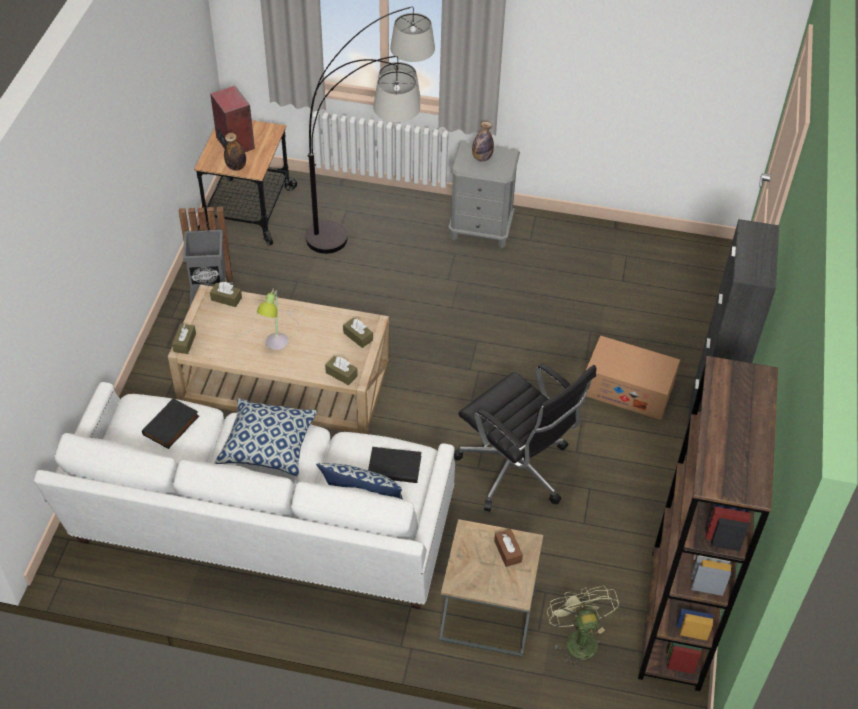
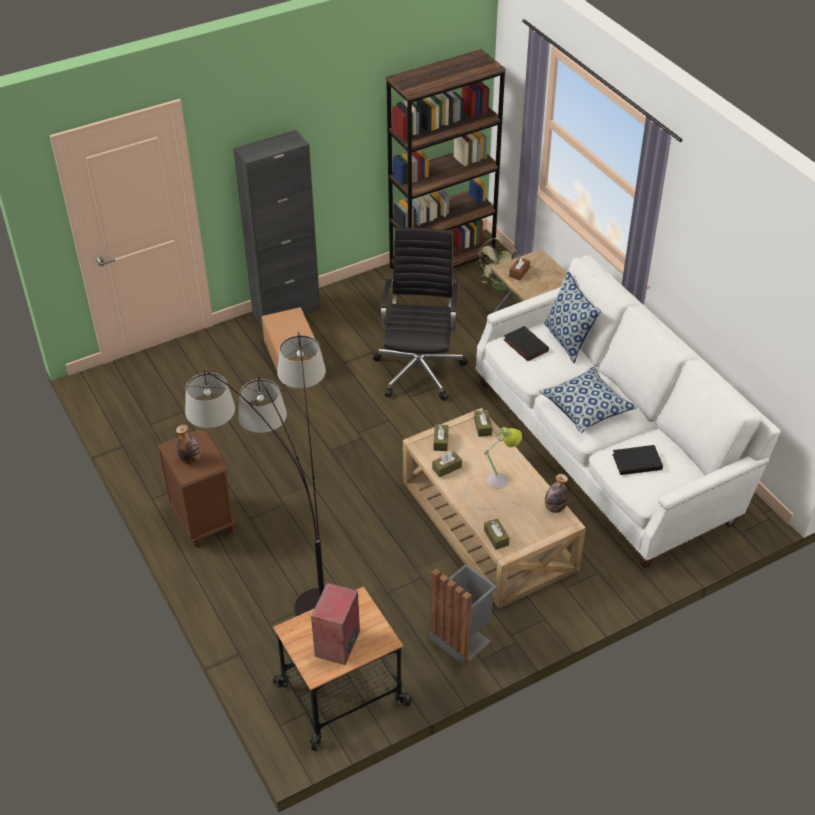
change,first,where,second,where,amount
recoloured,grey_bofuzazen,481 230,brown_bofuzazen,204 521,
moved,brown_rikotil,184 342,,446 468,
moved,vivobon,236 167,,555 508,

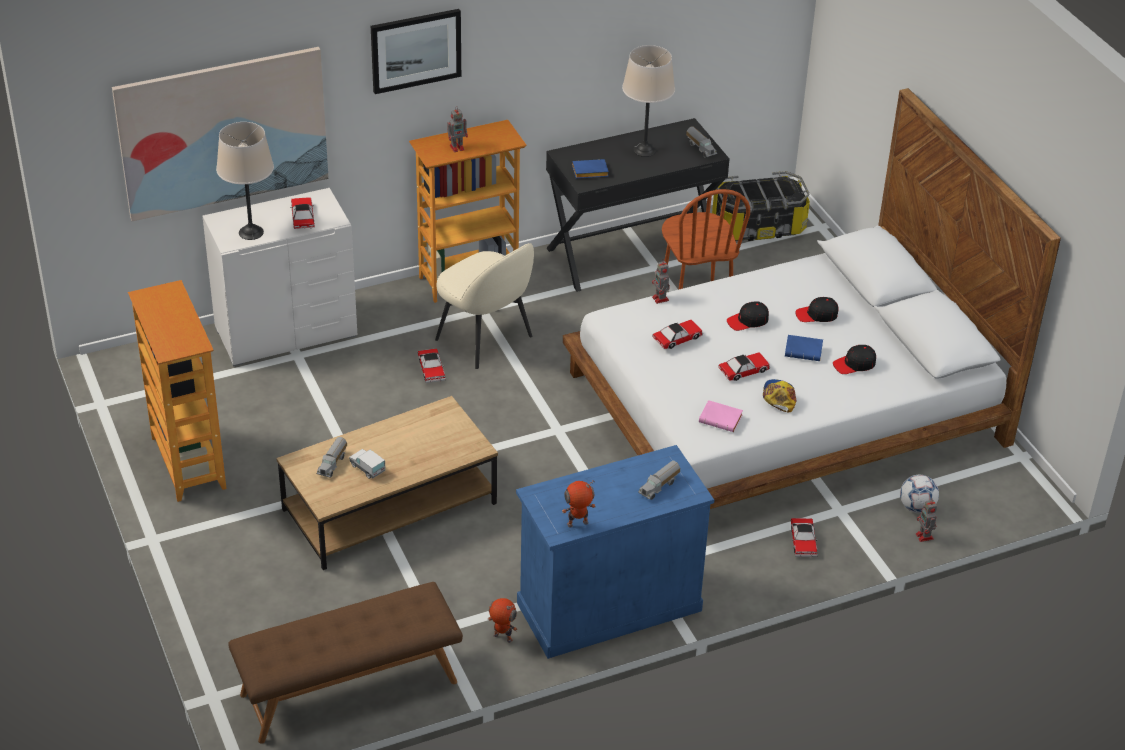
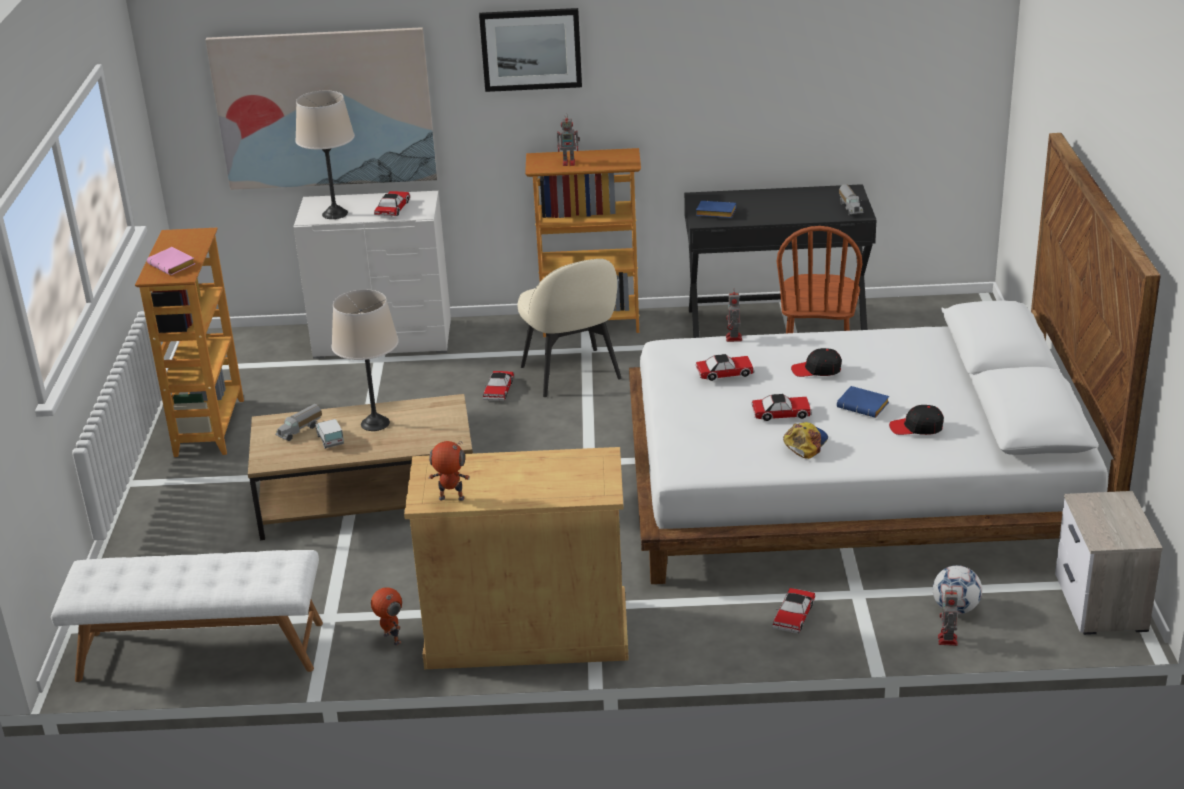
change,first,where,second,where,amount
recoloured,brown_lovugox,349 689,white_lovugox,200 652,
moved,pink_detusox,722 419,,173 265,
moved,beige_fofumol,644 150,,375 423,
recoloured,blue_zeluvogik,609 606,beige_zeluvogik,527 633,
added,,,bofuzazen,1100 604,
removed,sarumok,659 487,,,
removed,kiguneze,758 226,,,
removed,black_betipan,817 315,,,

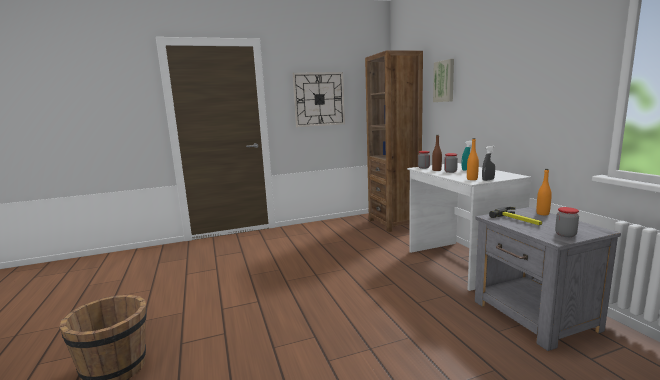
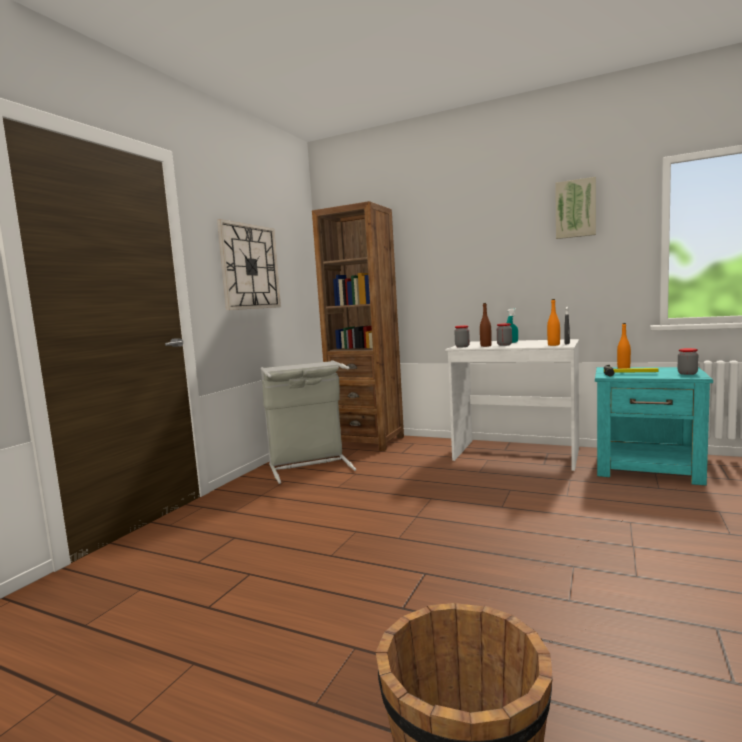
change,first,where,second,where,amount
added,,,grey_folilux,309 465,
moved,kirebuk,444 81,,575 209,
recoloured,grey_bofuzazen,534 316,turquoise_bofuzazen,648 469,

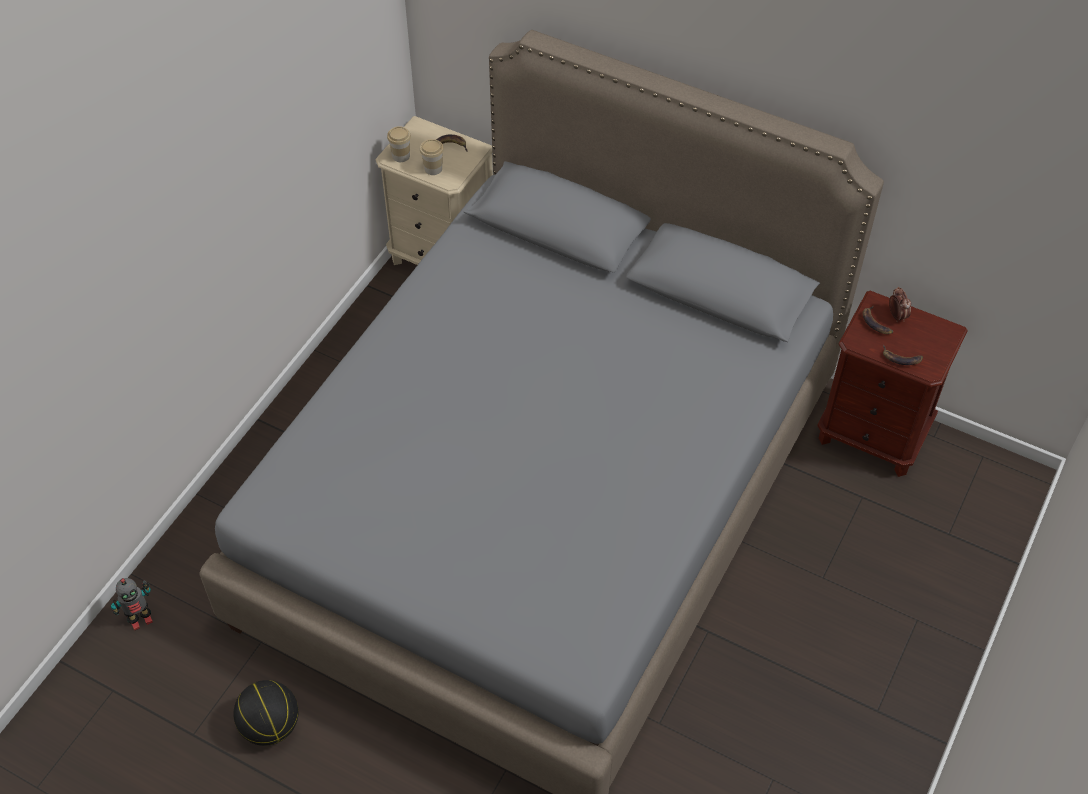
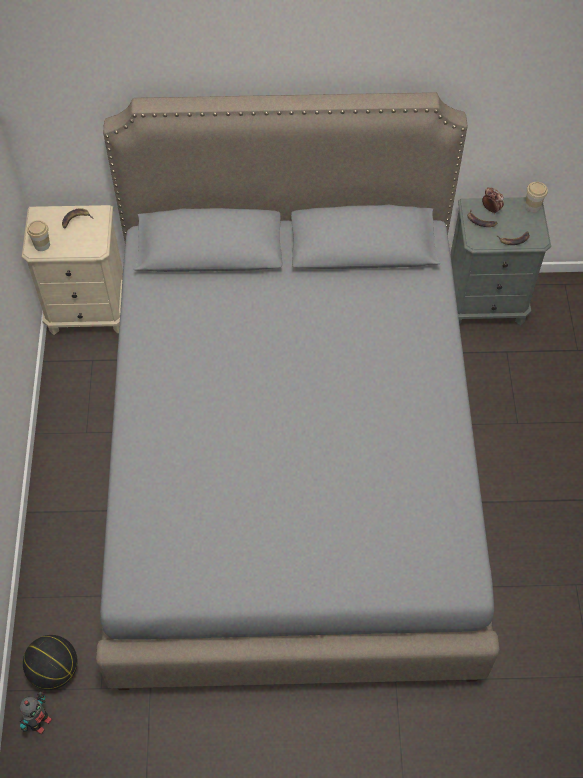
change,first,where,second,where,amount
moved,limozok,271 725,,55 670,
recoloured,brown_bofuzazen,872 435,grey_bofuzazen,485 303,
moved,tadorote,433 169,,532 206,

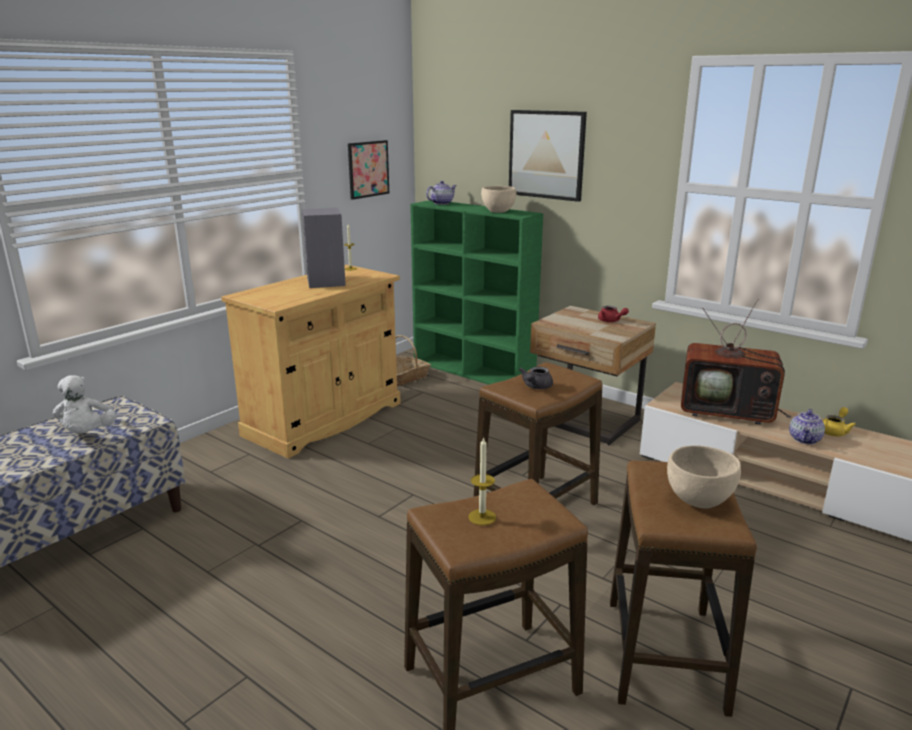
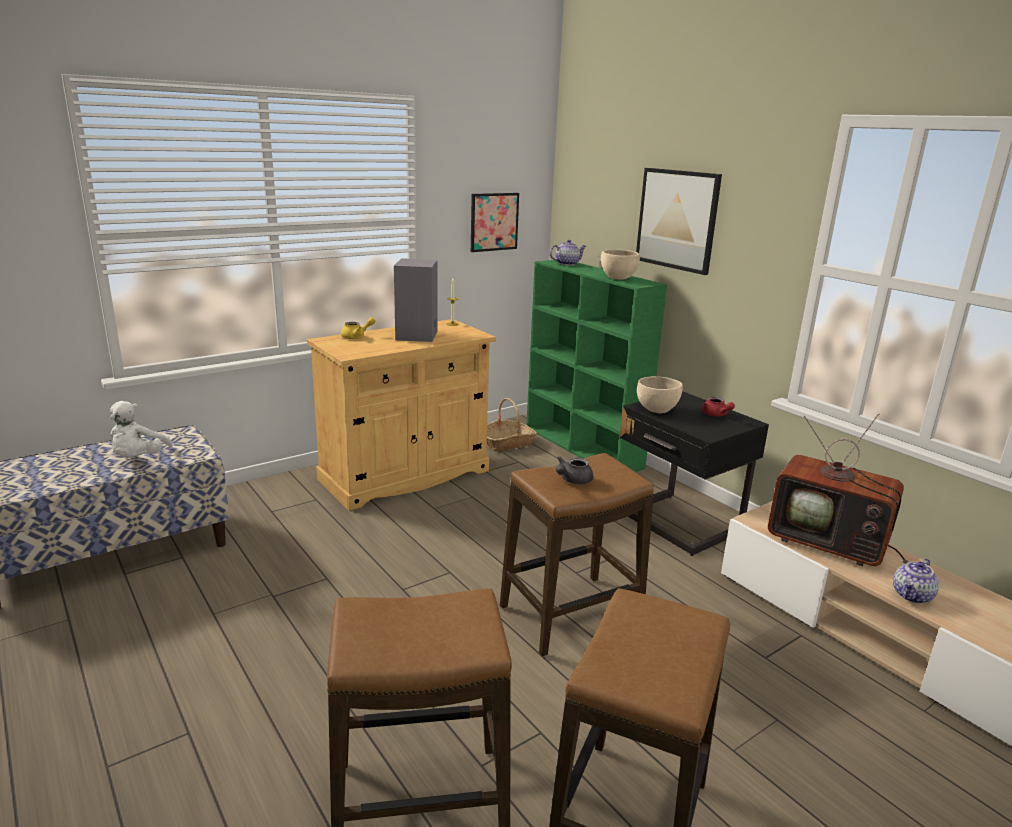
change,first,where,second,where,amount
moved,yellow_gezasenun,834 431,,356 337,
recoloured,beige_bofuzazen,586 423,black_bofuzazen,678 525,
moved,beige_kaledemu,699 500,,657 410,
removed,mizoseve,482 517,,,

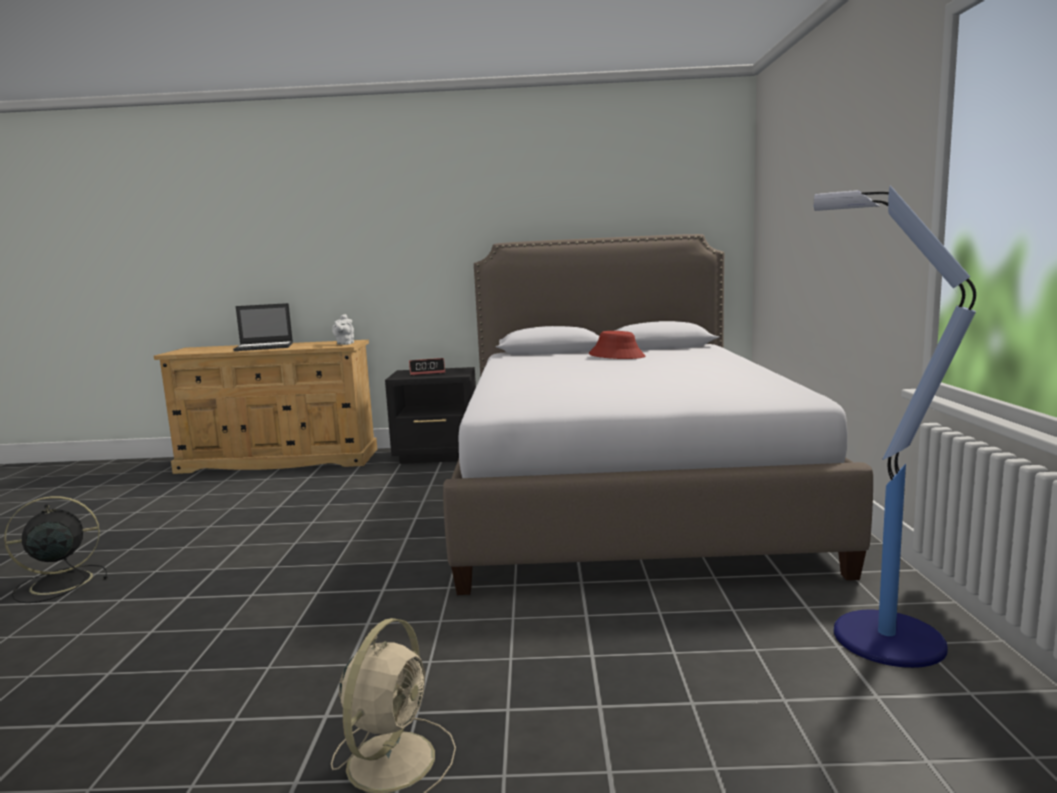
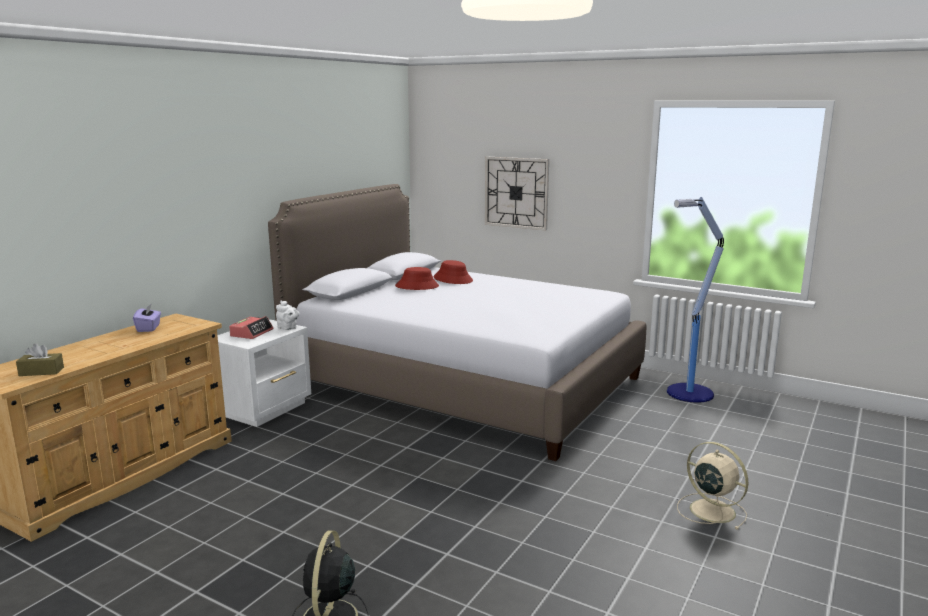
change,first,where,second,where,amount
added,,,brown_rikotil,41 372,
added,,,purple_rikotil,149 328,
recoloured,black_bofuzazen,438 455,white_bofuzazen,266 409,
moved,white_gezasenun,344 344,,288 328,
added,,,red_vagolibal,453 279,
added,,,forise,516 192,
removed,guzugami,265 347,,,

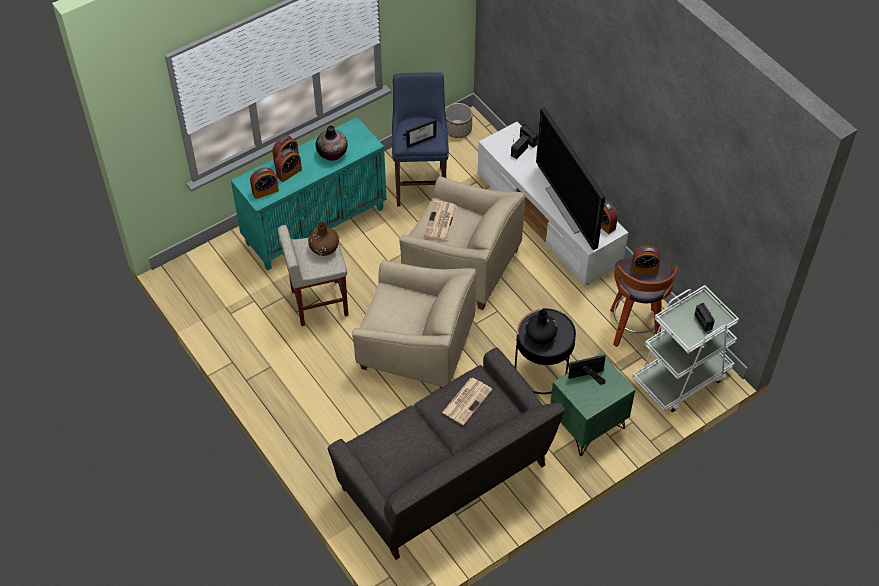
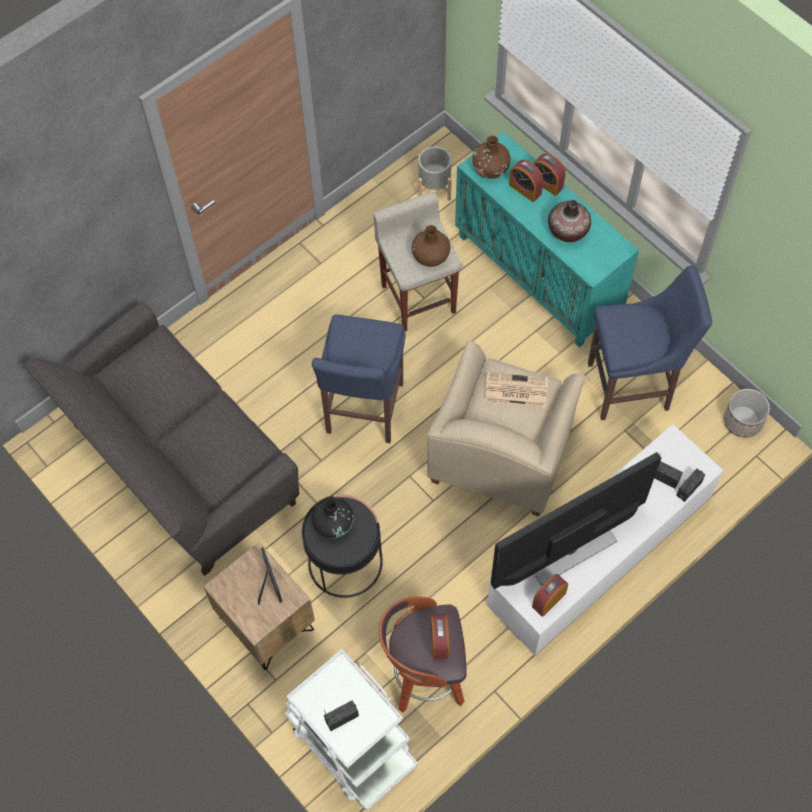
change,first,where,second,where,amount
recoloured,green_bofuzazen,587 425,brown_bofuzazen,265 623,
replaced,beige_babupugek,416 348,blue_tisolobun,363 412,
added,,,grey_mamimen,434 187,
replaced,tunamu,265 191,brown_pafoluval,490 169,
removed,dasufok,420 139,,,
removed,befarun,467 400,,,

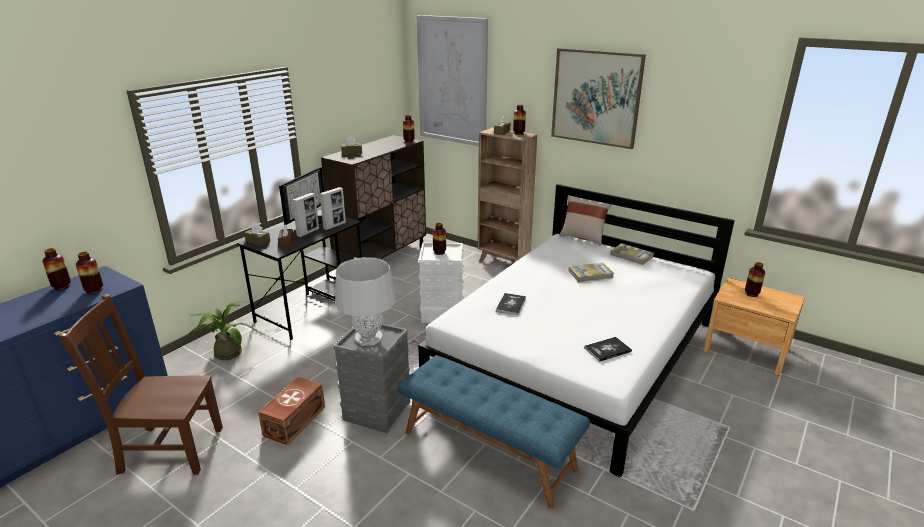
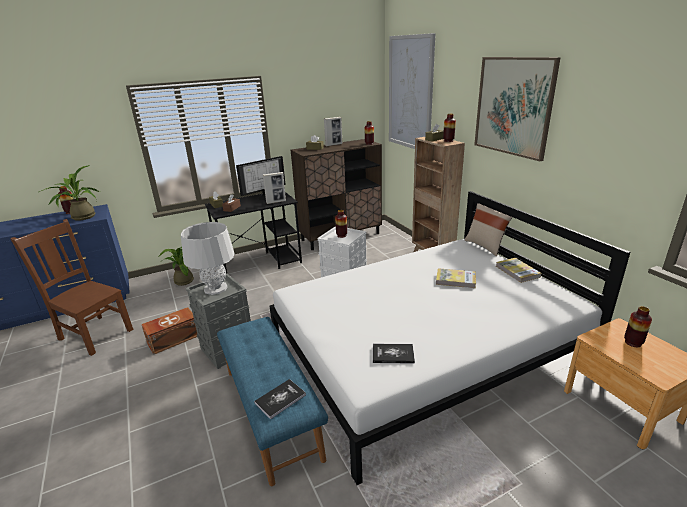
change,first,where,second,where,amount
replaced,pafoluval,94 290,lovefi,80 217,
moved,detusox,511 304,,280 399,
moved,dasufok,308 232,,334 145,

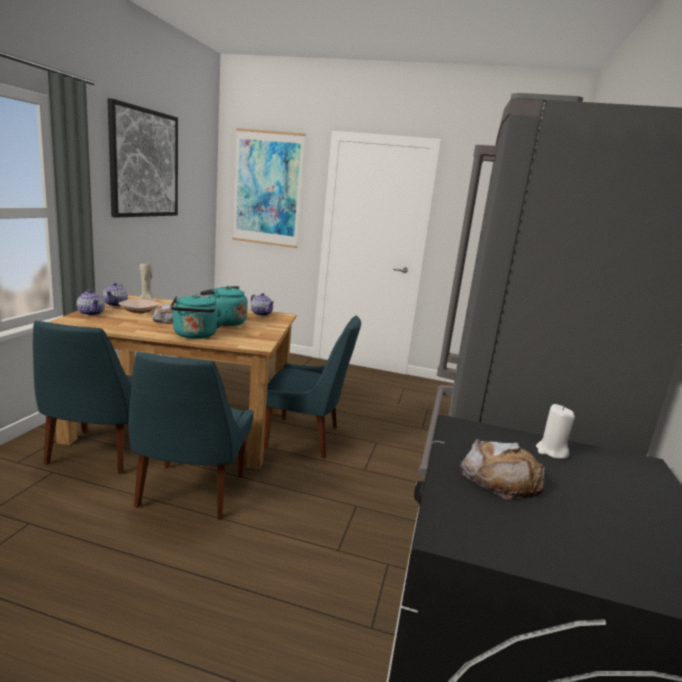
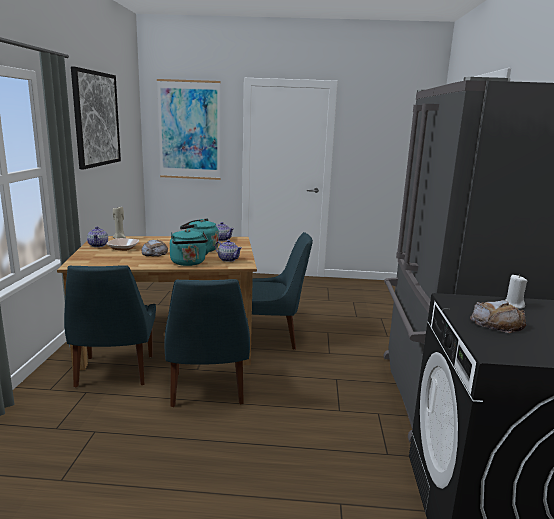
change,first,where,second,where,amount
moved,gezasenun,91 313,,228 259,

